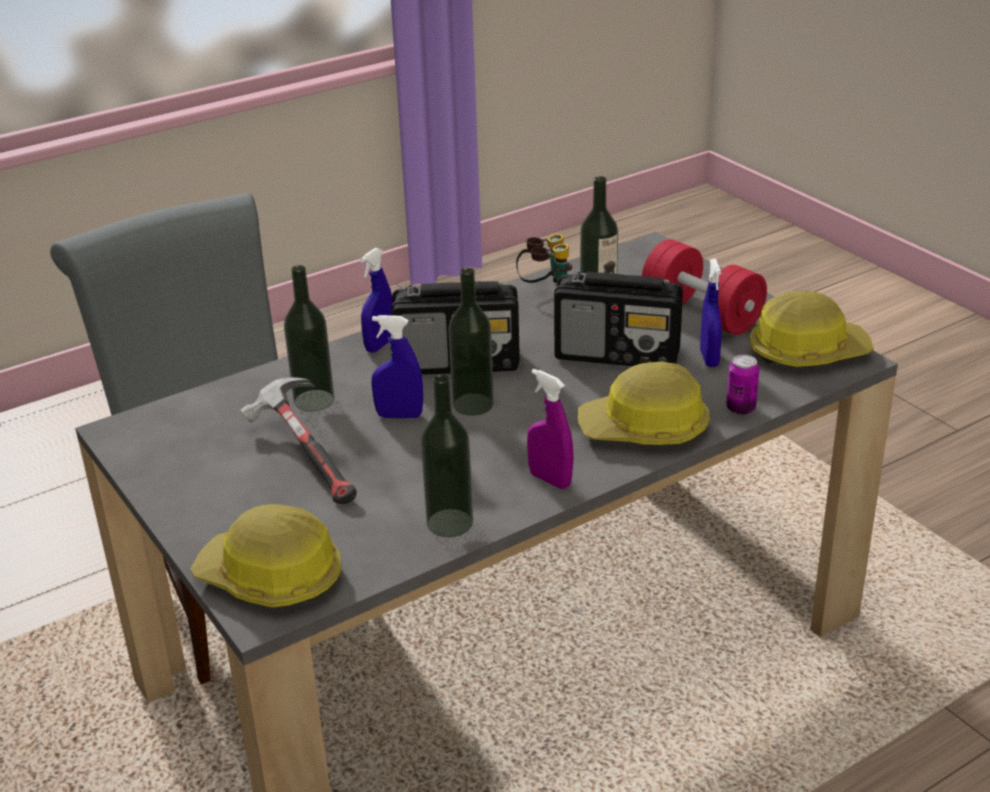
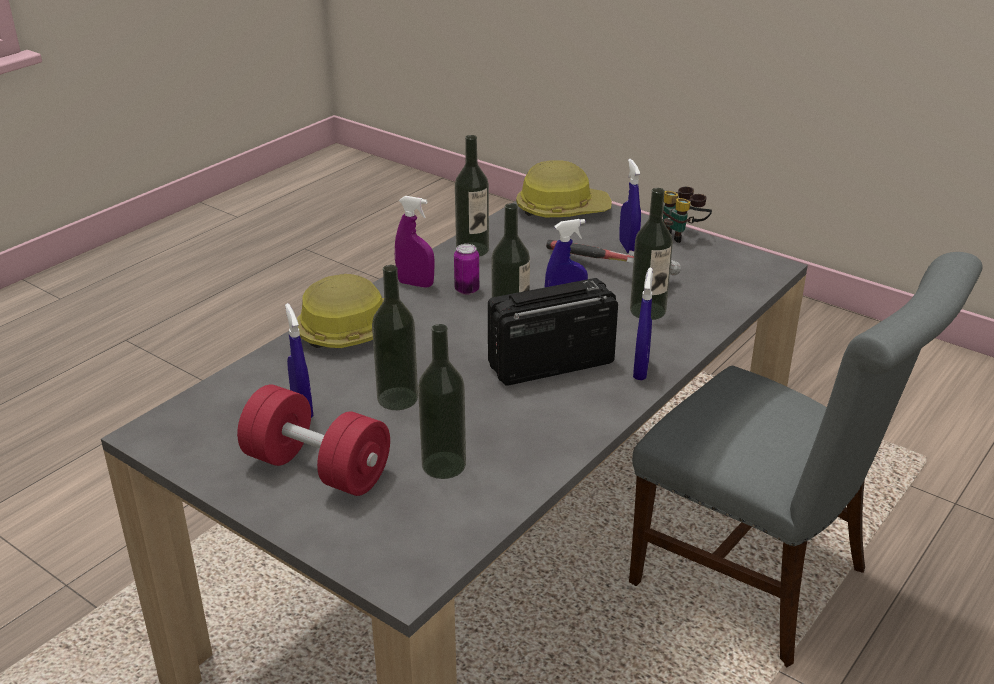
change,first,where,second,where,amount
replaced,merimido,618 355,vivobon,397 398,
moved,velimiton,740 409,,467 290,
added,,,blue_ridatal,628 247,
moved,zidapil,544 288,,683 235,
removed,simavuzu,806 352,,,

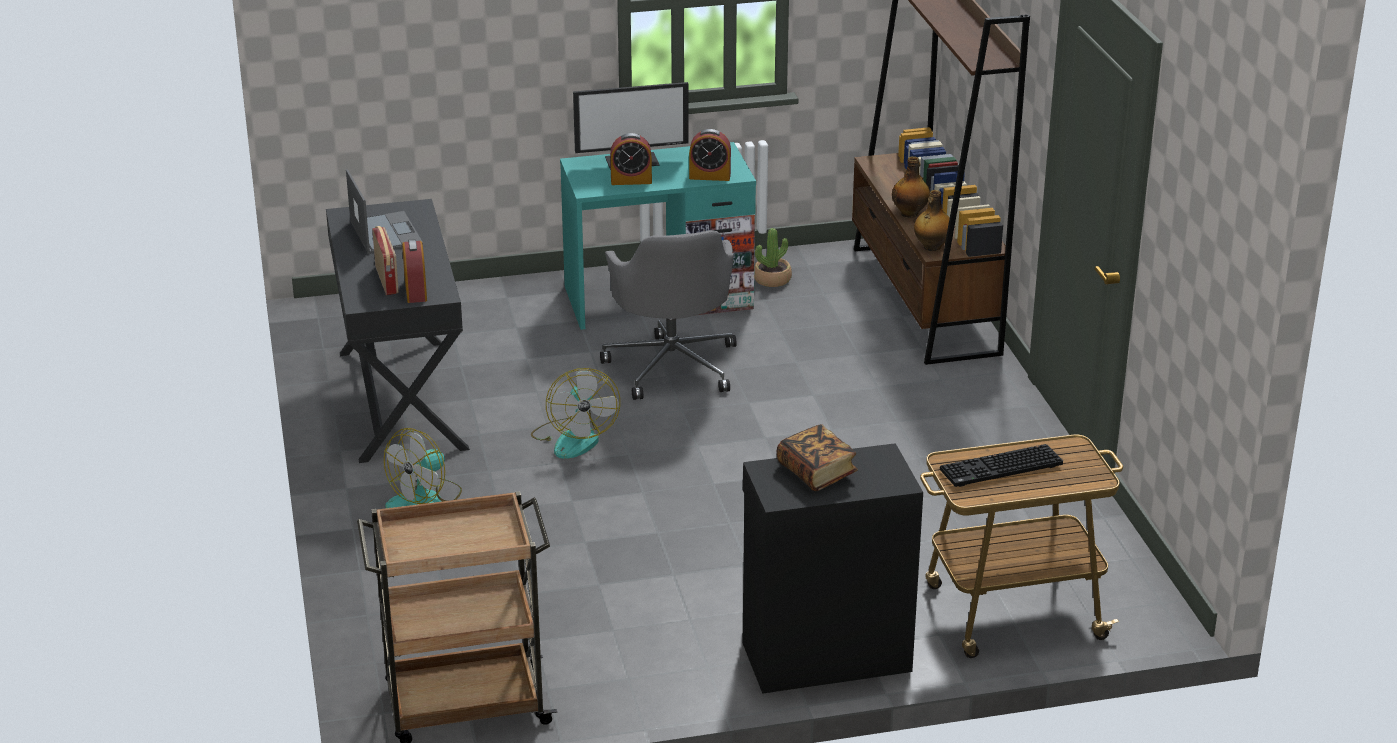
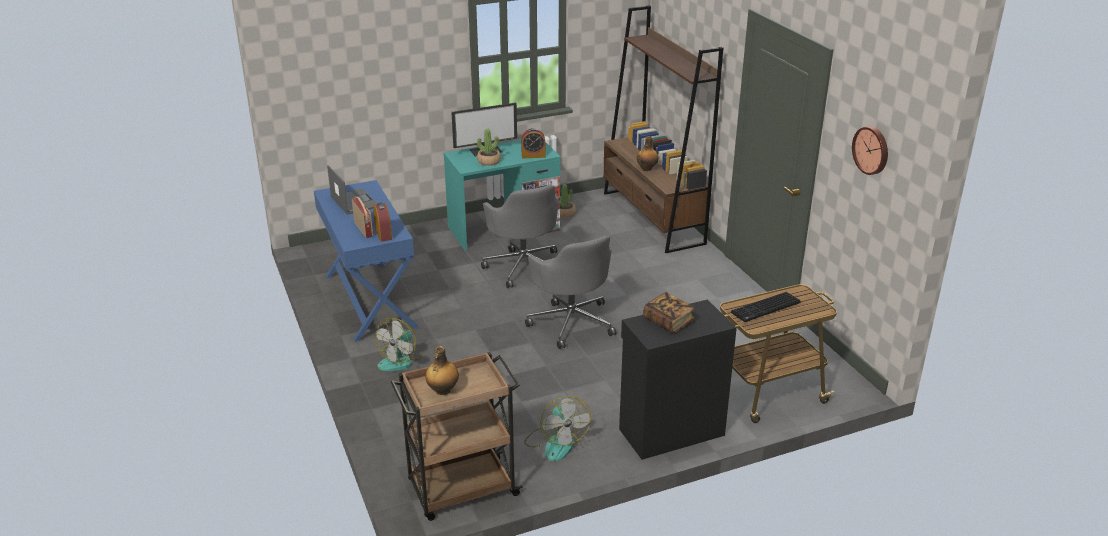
change,first,where,second,where,amount
recoloured,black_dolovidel,400 399,blue_dolovidel,369 301,
moved,vivobon,931 247,,442 391,
replaced,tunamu,631 180,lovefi,489 161,
moved,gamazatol,574 438,,555 442,
added,,,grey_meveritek,571 322,
added,,,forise,872 150,

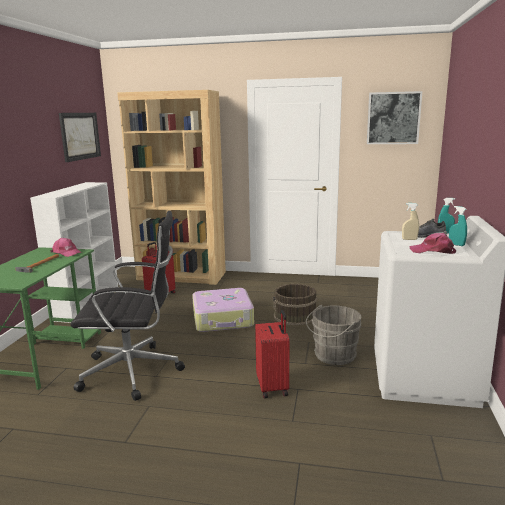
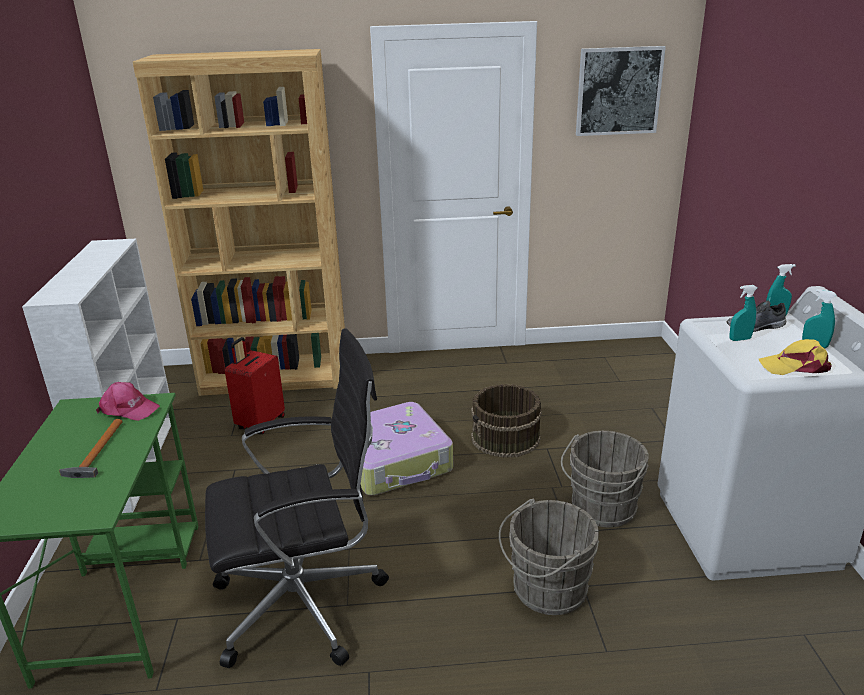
change,first,where,second,where,amount
replaced,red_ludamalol,273 387,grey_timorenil,545 590,
recoloured,beige_ridatal,409 239,turquoise_ridatal,739 339,
recoloured,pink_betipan,433 251,yellow_betipan,795 366,
removed,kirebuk,80 136,,,

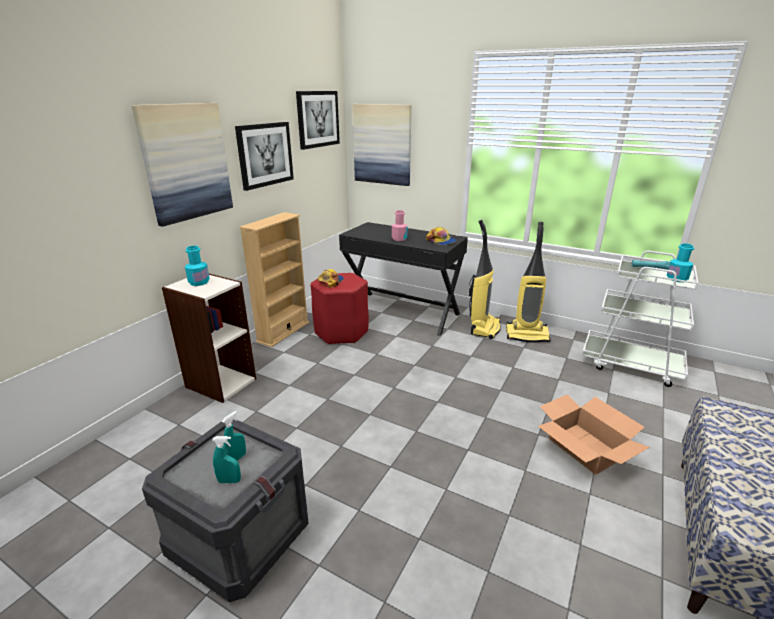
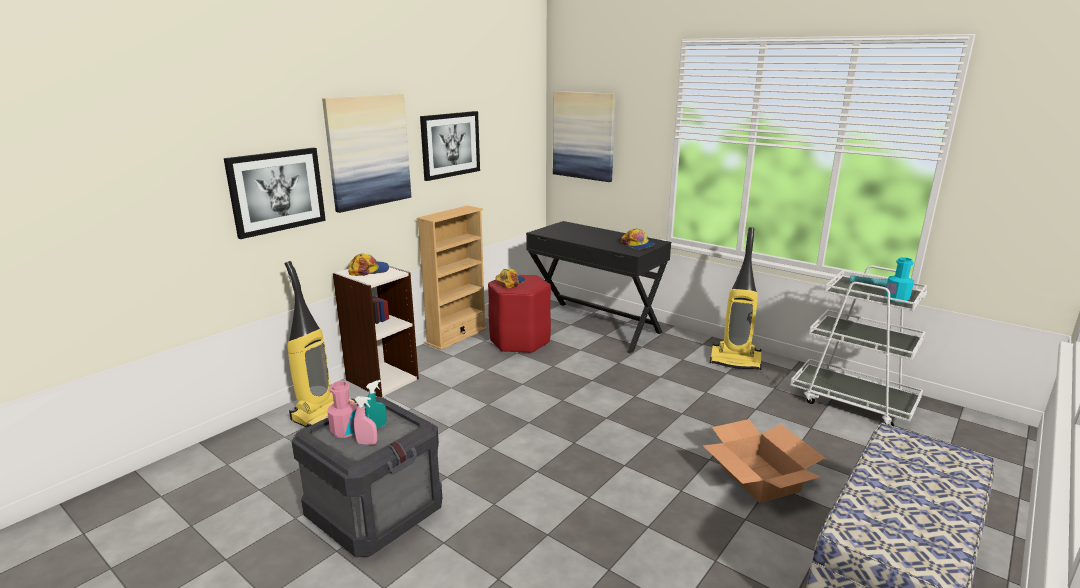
change,first,where,second,where,amount
moved,kirebuk,318 119,,277 191,
moved,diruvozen,484 328,,323 412,
moved,pink_vivobon,399 239,,345 430,
replaced,turquoise_vivobon,199 282,betipan,369 270,
recoloured,turquoise_ridatal,229 481,pink_ridatal,367 443,

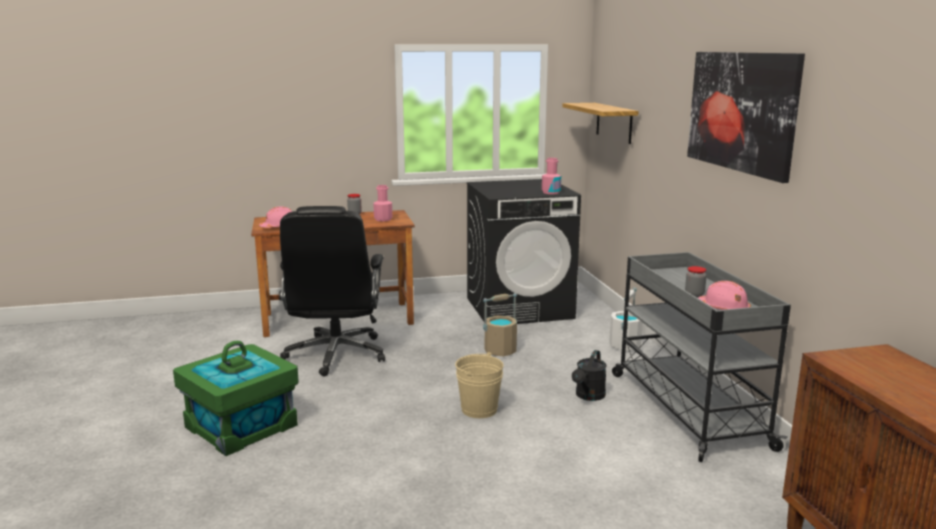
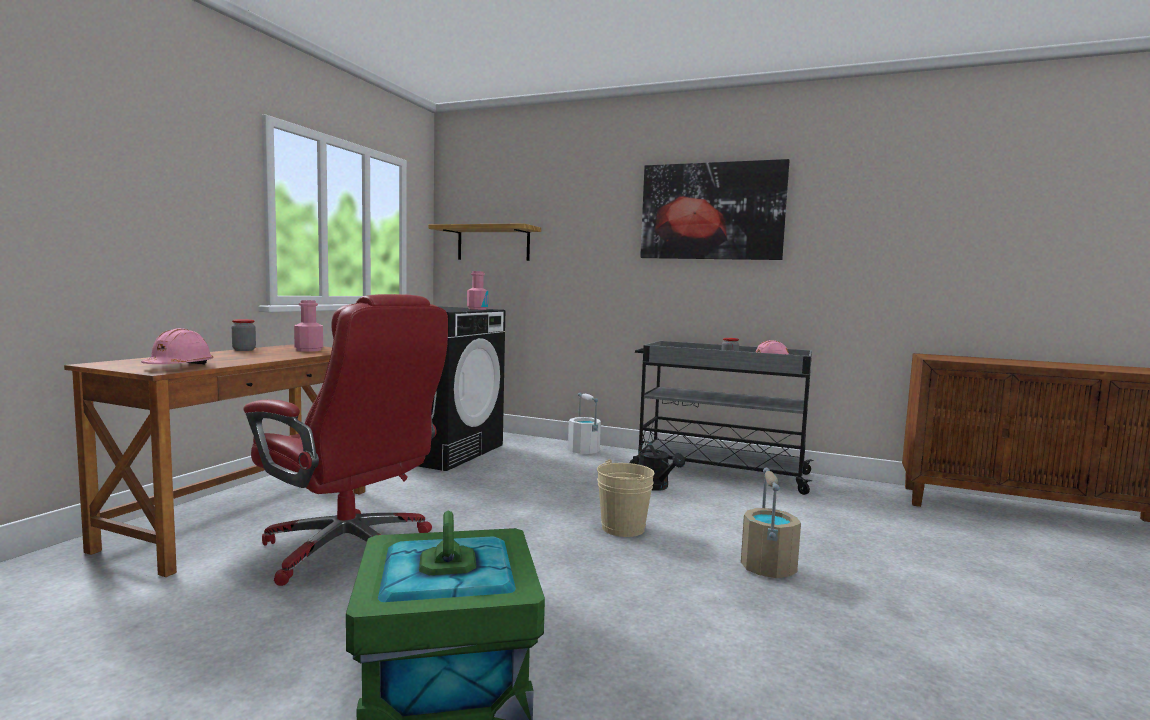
change,first,where,second,where,amount
recoloured,black_meveritek,336 355,red_meveritek,350 550,
moved,beige_timorenil,500 350,,767 567,

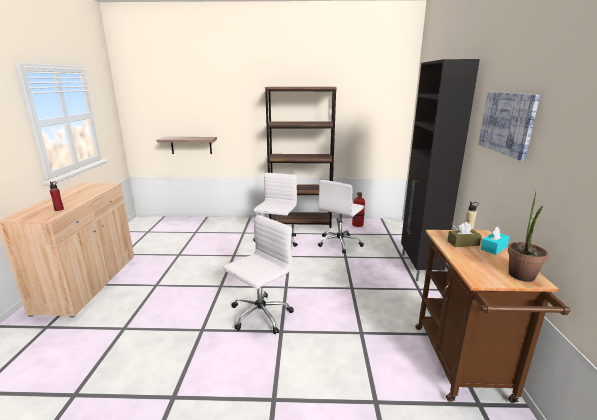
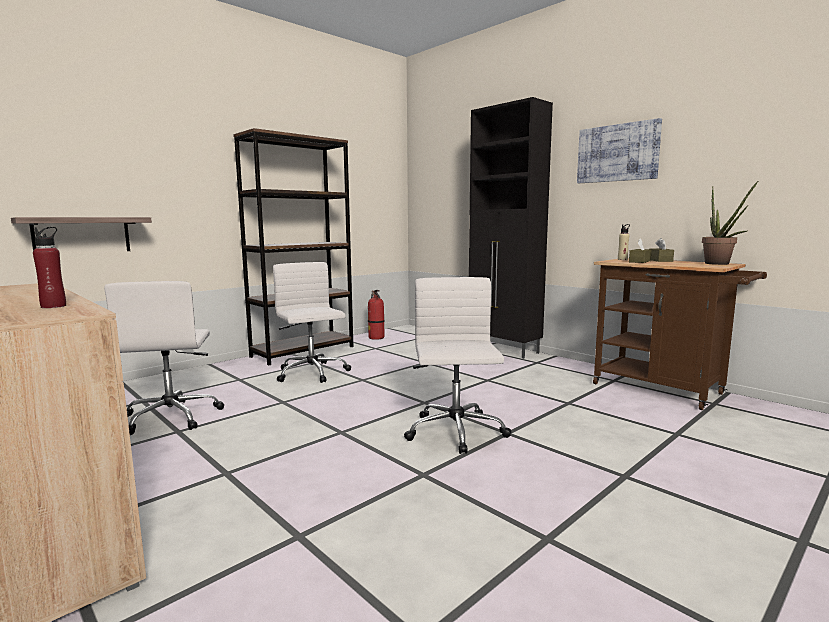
change,first,where,second,where,amount
moved,white_meveritek,340 243,,172 417,
recoloured,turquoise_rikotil,494 248,brown_rikotil,660 260,

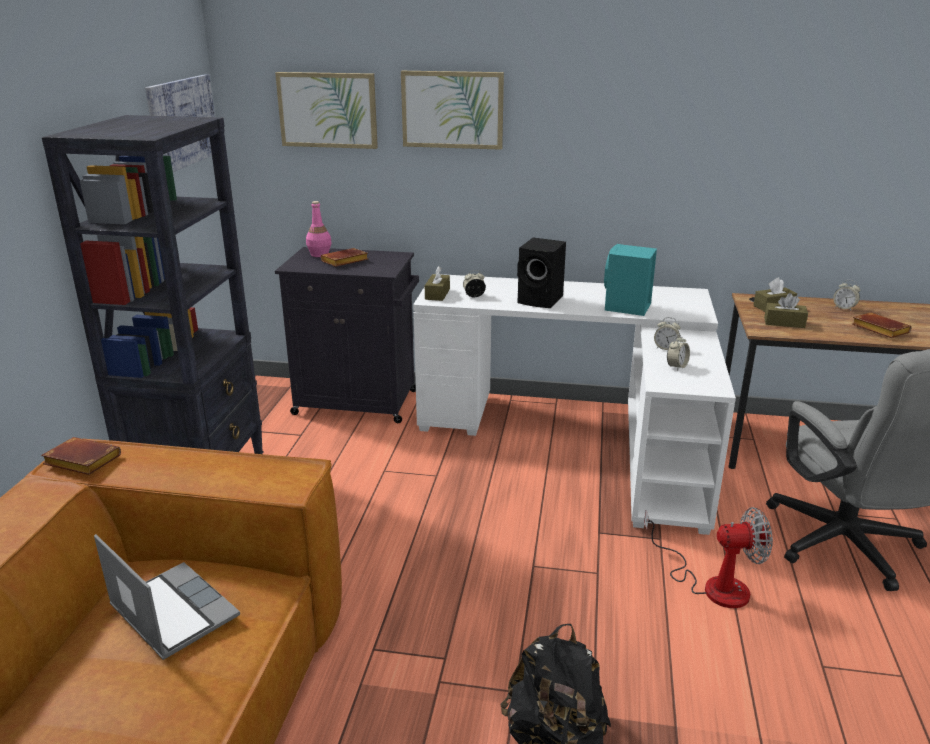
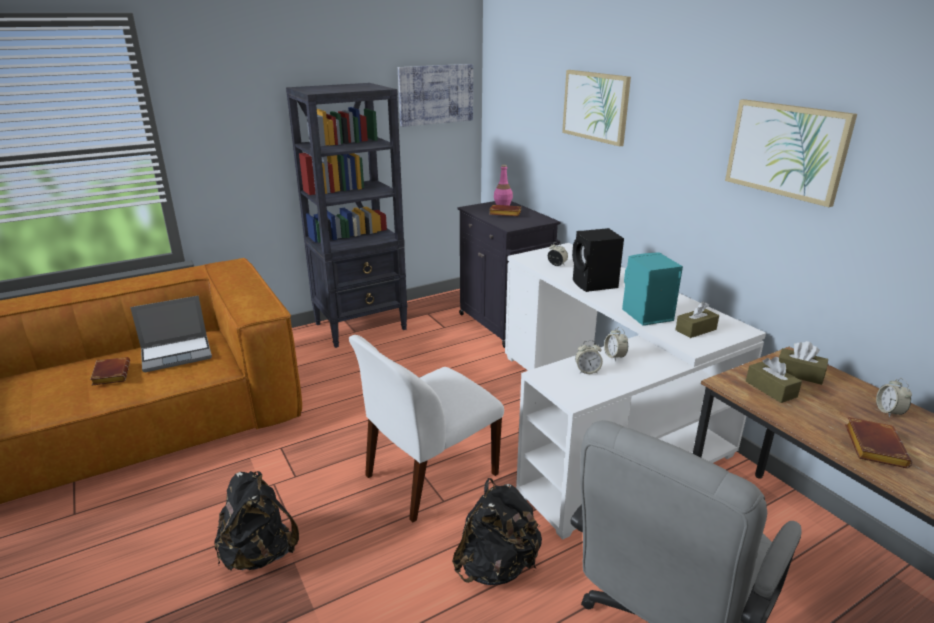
change,first,where,second,where,amount
moved,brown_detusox,80 462,,110 374,
turned,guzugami,171 612,,177 354,60 degrees clockwise
added,,,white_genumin,429 476,
replaced,gamazatol,712 584,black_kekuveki,496 567,
moved,brown_rikotil,437 294,,695 330,
moved,kirebuk,328 110,,786 150,

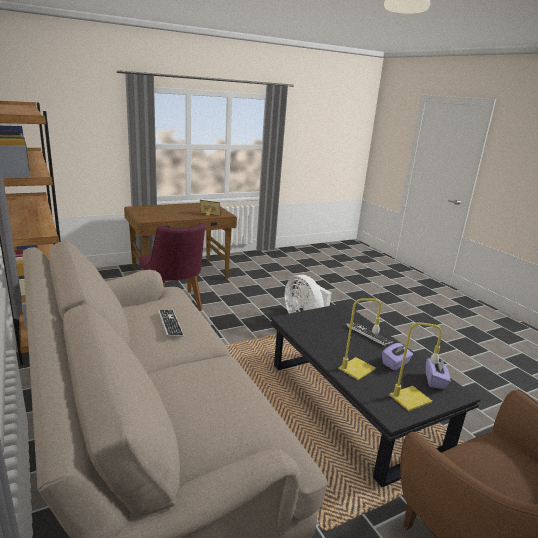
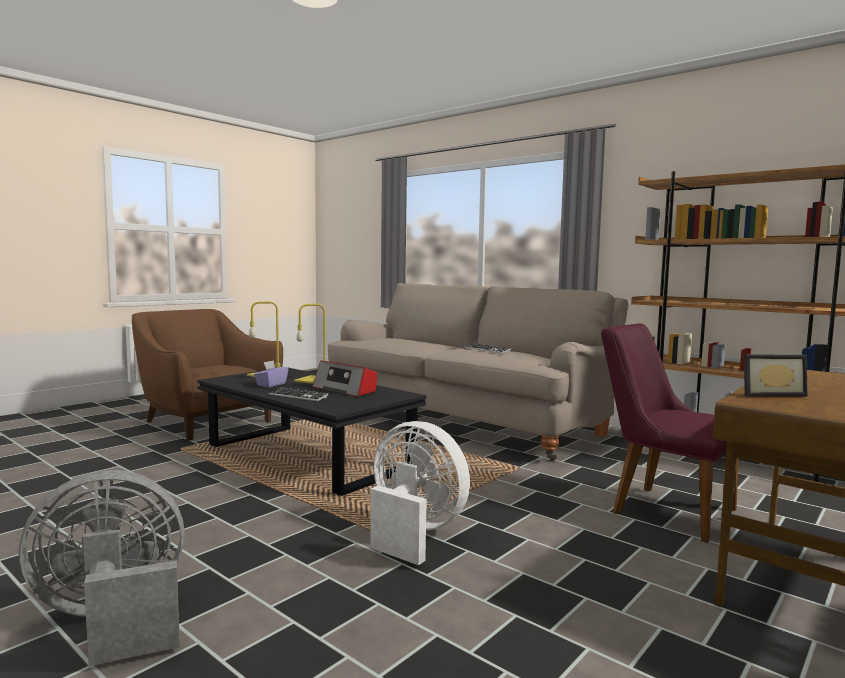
change,first,where,second,where,amount
added,,,grey_gamazatol,113 620,
added,,,merimido,345 389,
removed,purple_rikotil,435 381,,,

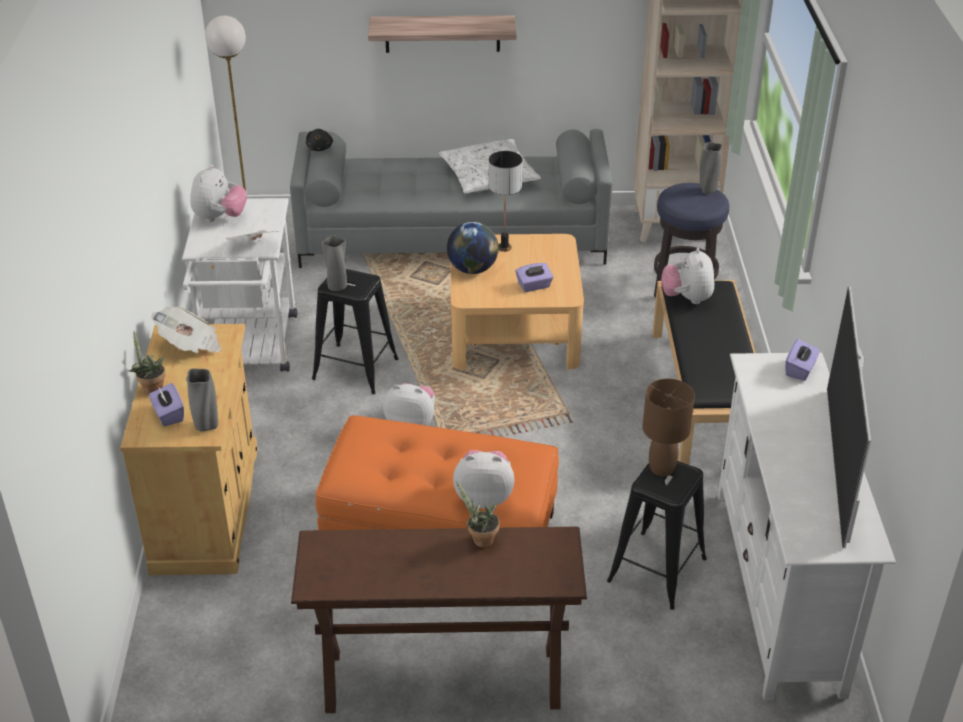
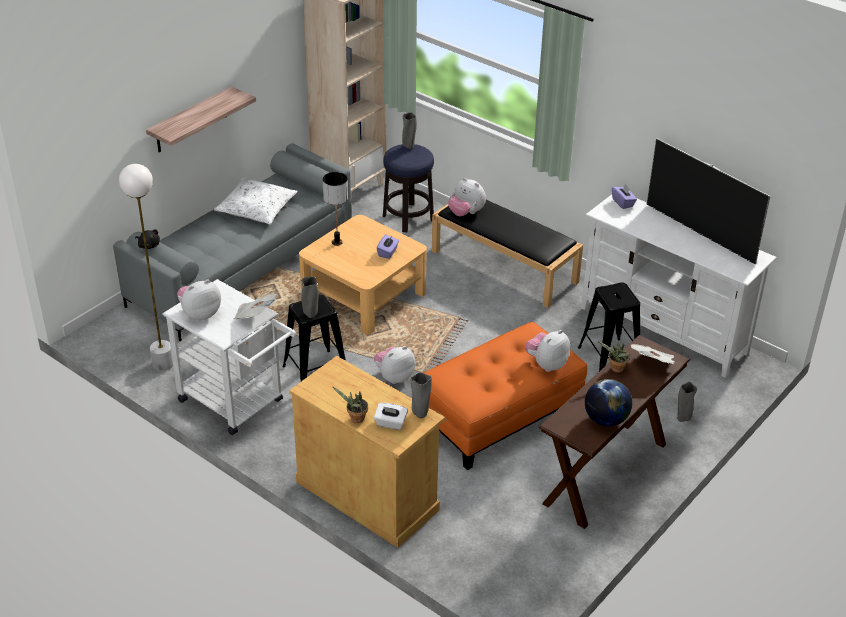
change,first,where,second,where,amount
turned,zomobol,220 217,,200 314,90 degrees counterclockwise
recoloured,purple_rikotil,168 415,white_rikotil,390 423,
moved,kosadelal,472 269,,606 420,
moved,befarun,190 345,,653 363,
added,,,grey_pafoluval,683 418,
removed,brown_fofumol,661 468,,,

